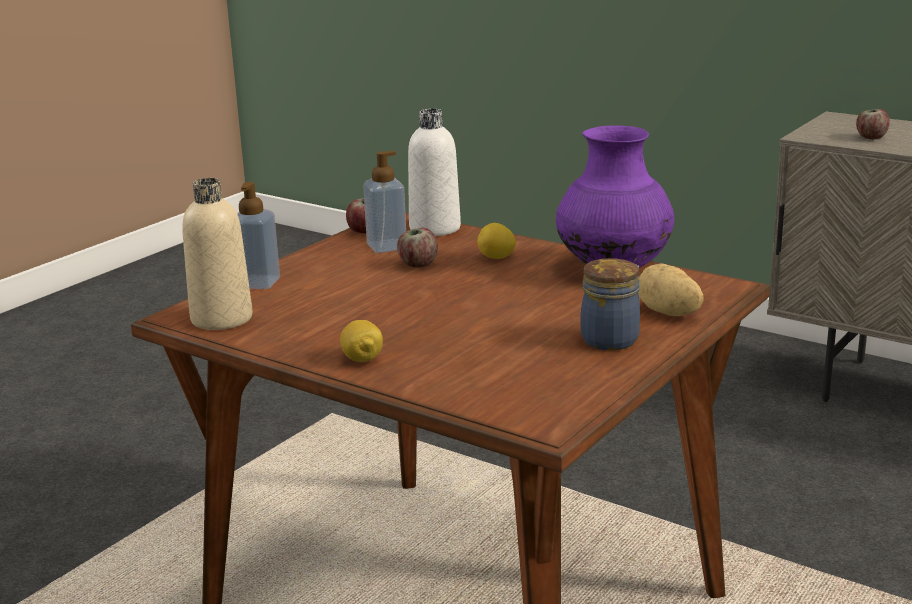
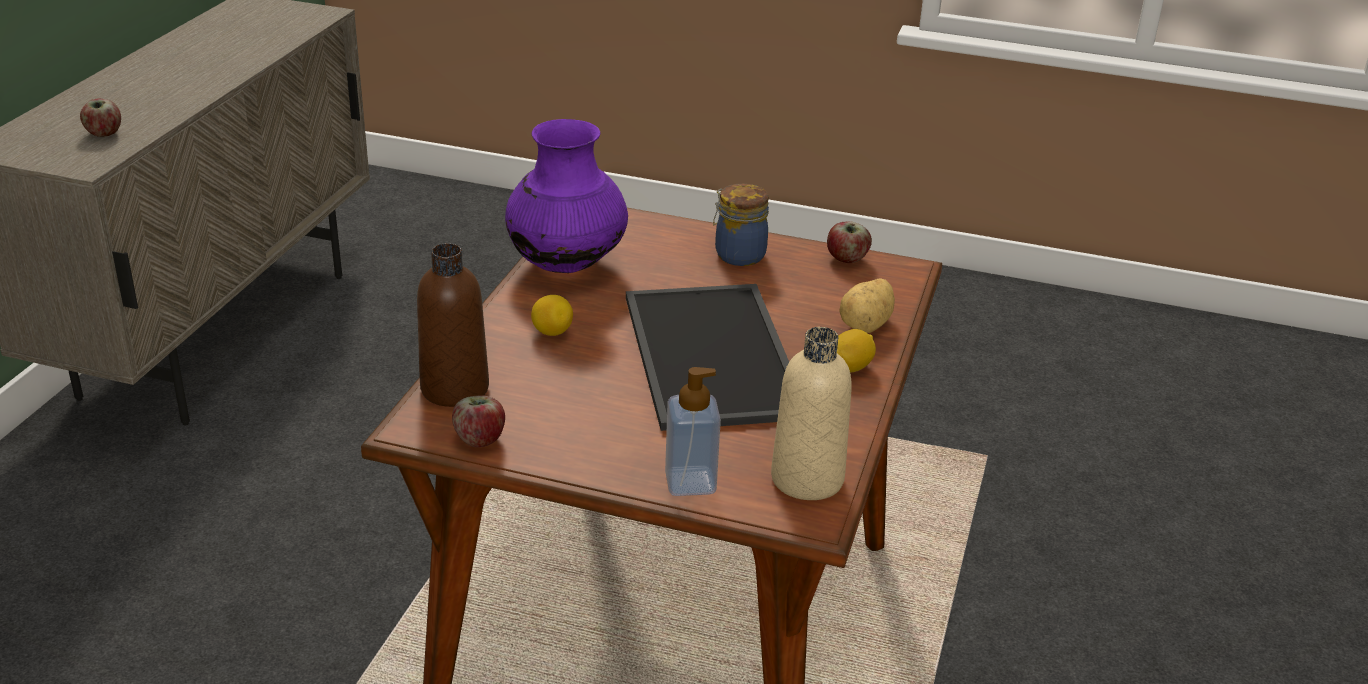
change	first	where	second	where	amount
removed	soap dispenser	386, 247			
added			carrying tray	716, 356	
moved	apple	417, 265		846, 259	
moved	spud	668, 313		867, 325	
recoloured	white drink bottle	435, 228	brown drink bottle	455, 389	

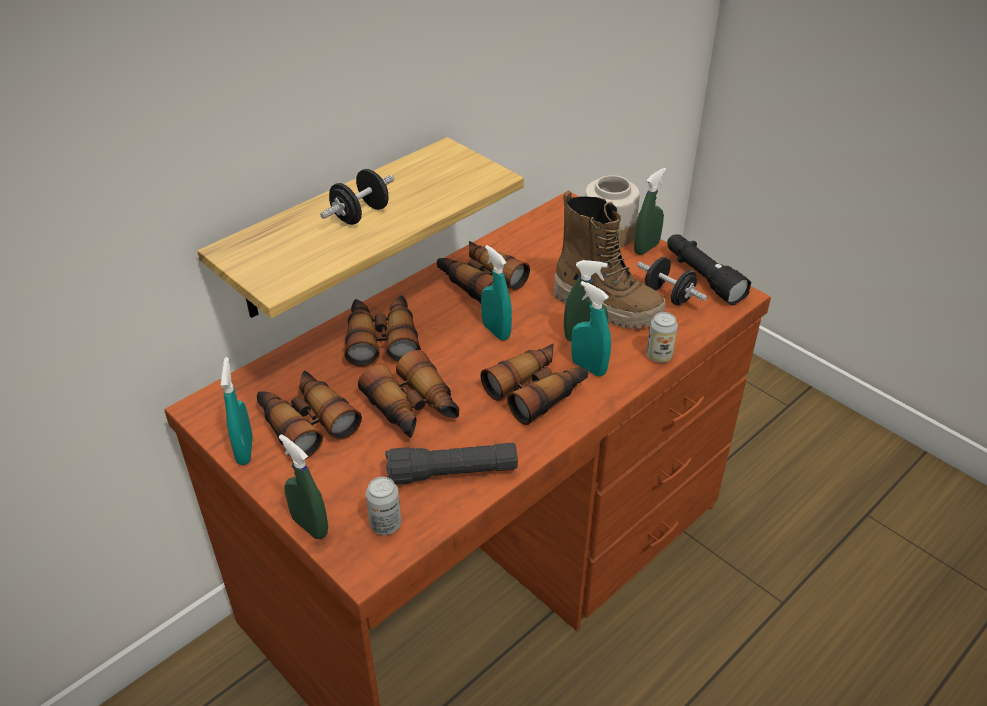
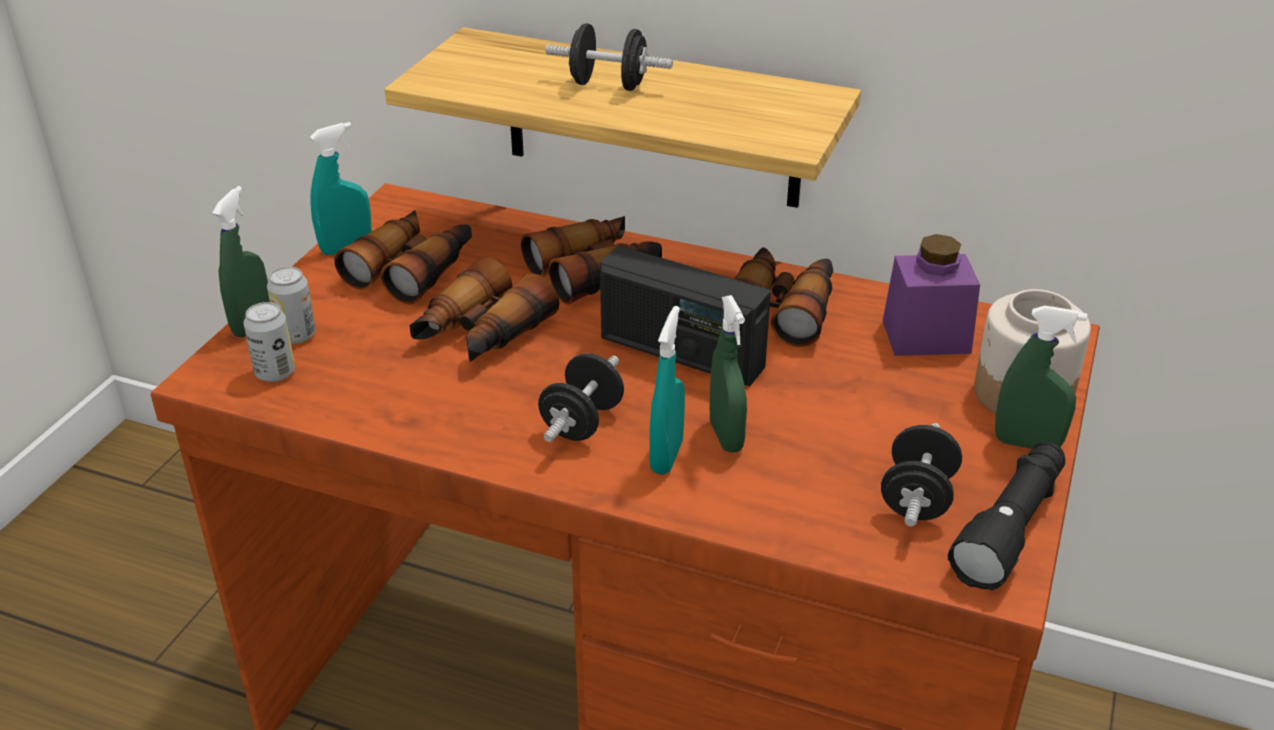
change	first	where	second	where	amount
removed	black torch	452, 473			
removed	high-top boot	607, 307			
added			purple preserve jar	926, 337	
moved	metal can	659, 356		296, 335	
replaced	pair of binoculars	537, 391	black free weight	582, 422	
replaced	turquoise-coloured hand sprayer	496, 331	radio	681, 353	

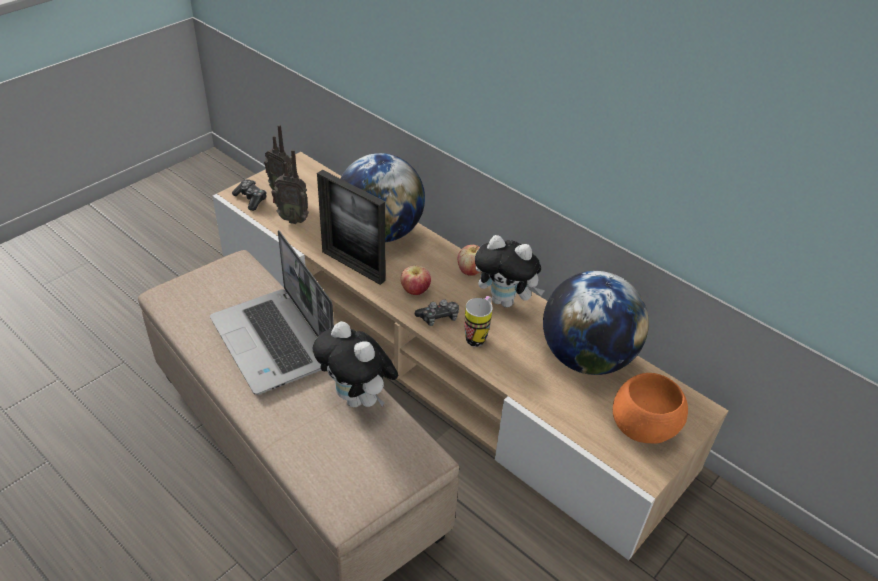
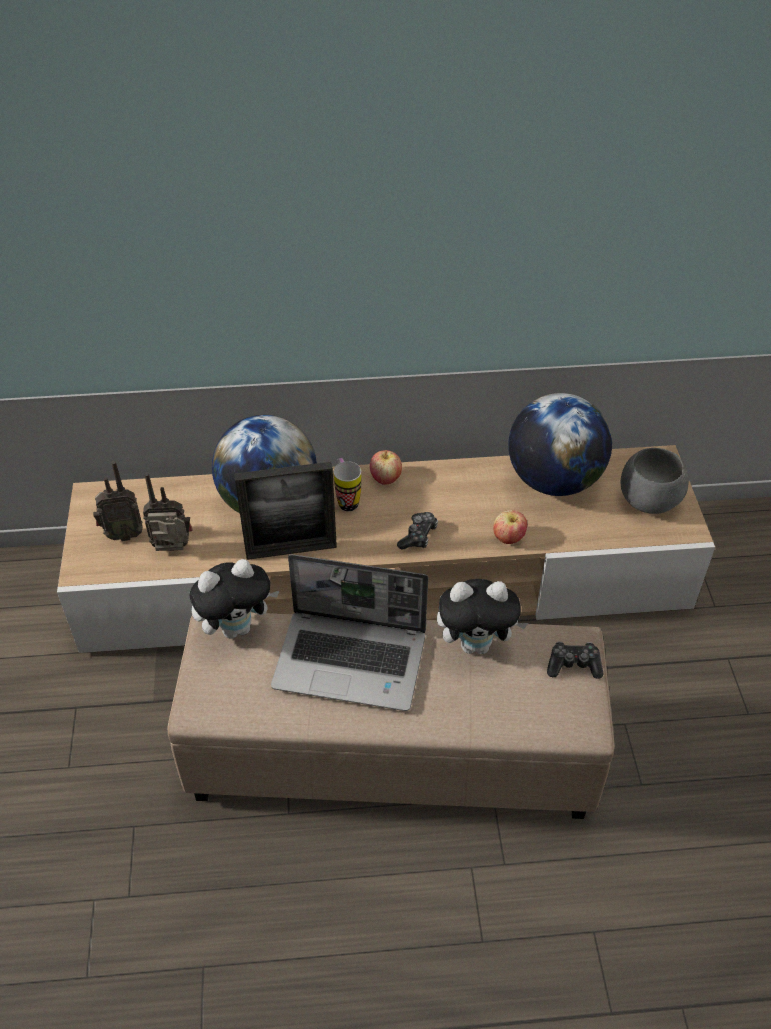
change	first	where	second	where	amount
moved	game controller	251, 199		573, 665	
moved	apple	415, 291		508, 538	
moved	mug	478, 335		346, 499	
moved	cuddly toy	505, 301		237, 627	
recoloured	orangey bowl	643, 428	grey bowl	650, 501	
turned	radio	293, 219		173, 551	150 degrees counterclockwise

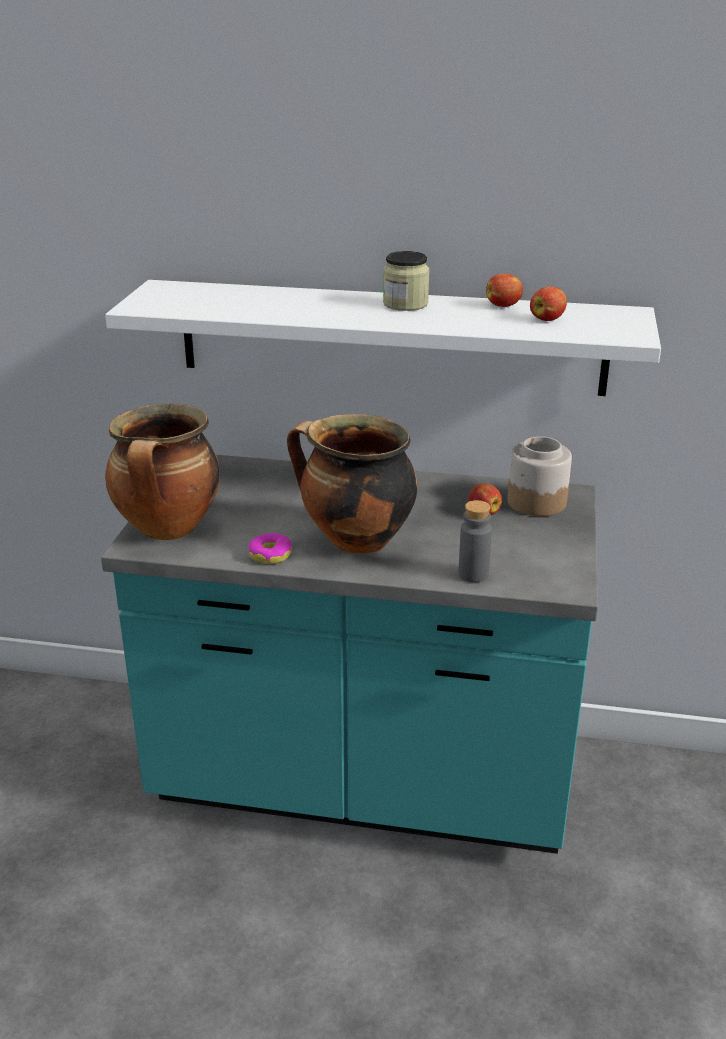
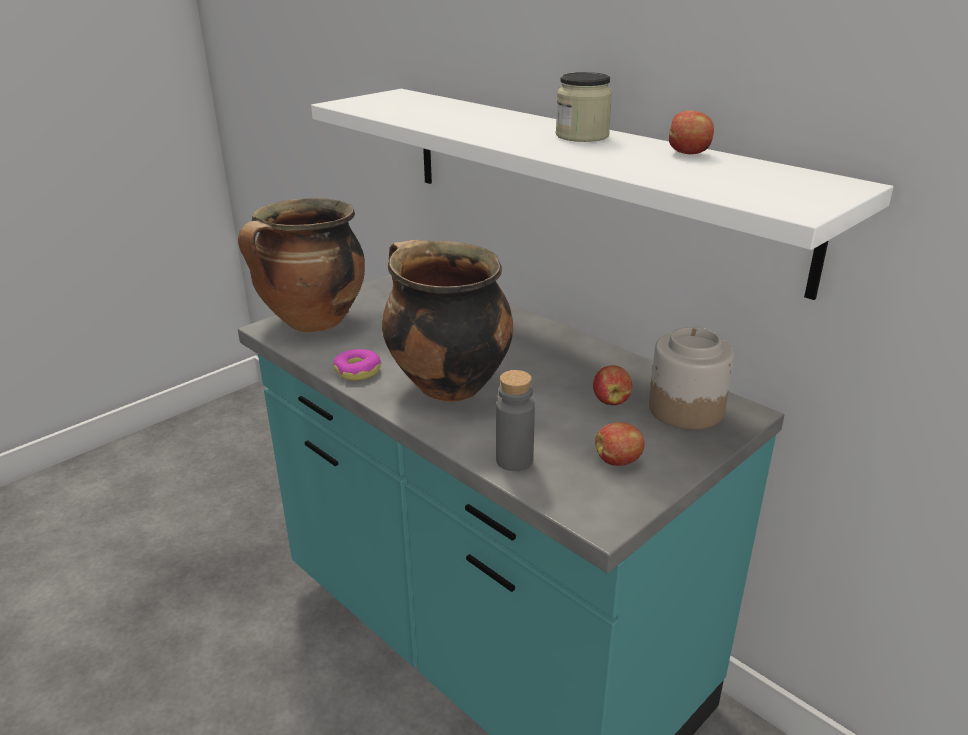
change	first	where	second	where	amount
moved	apple	547, 319		618, 461	

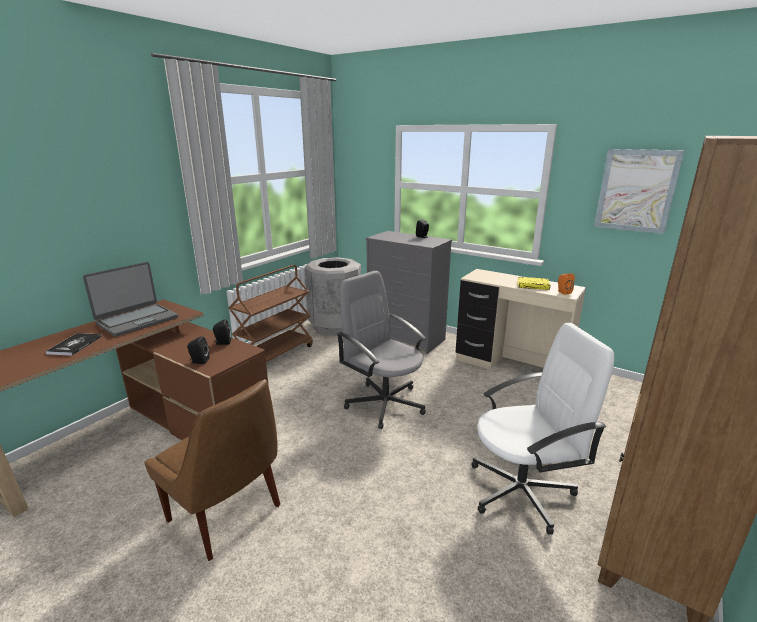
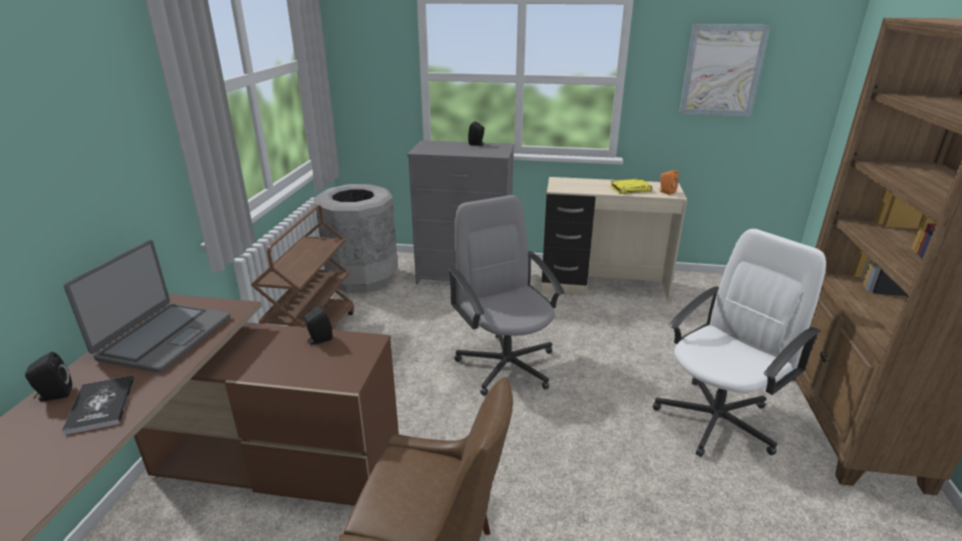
change	first	where	second	where	amount
moved	black audio speaker	199, 361		54, 395	
turned	grey computer chair	384, 403		506, 364	45 degrees clockwise

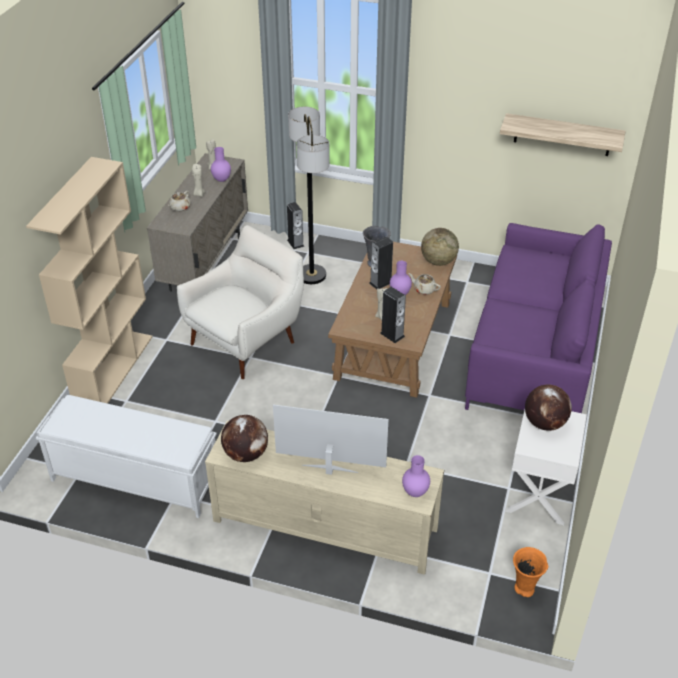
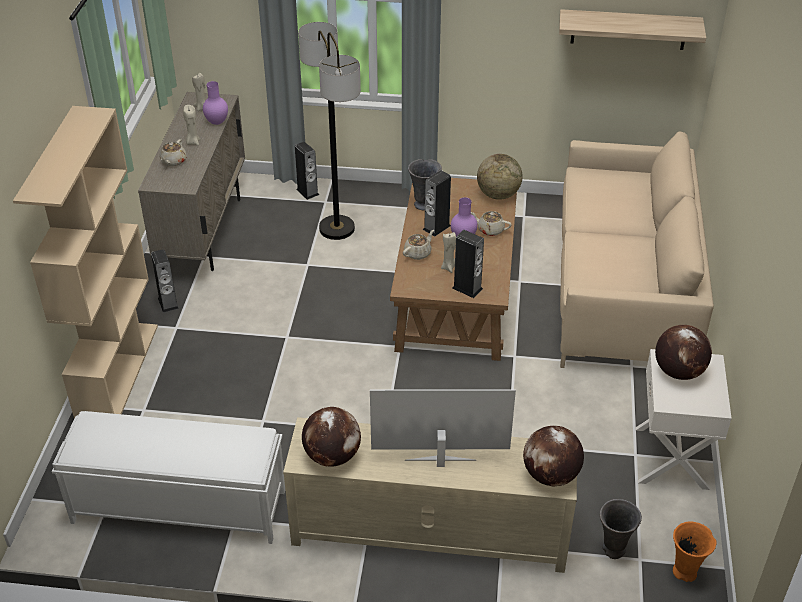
change	first	where	second	where	amount
removed	white armchair	246, 341			
added			audio speaker	168, 303	
added			beige pot for tea	418, 253	
added			grey decorative vase	613, 550	
replaced	purple decorative vase	415, 493	world globe	550, 475	
recoloured	purple couch	534, 351	beige couch	622, 289	

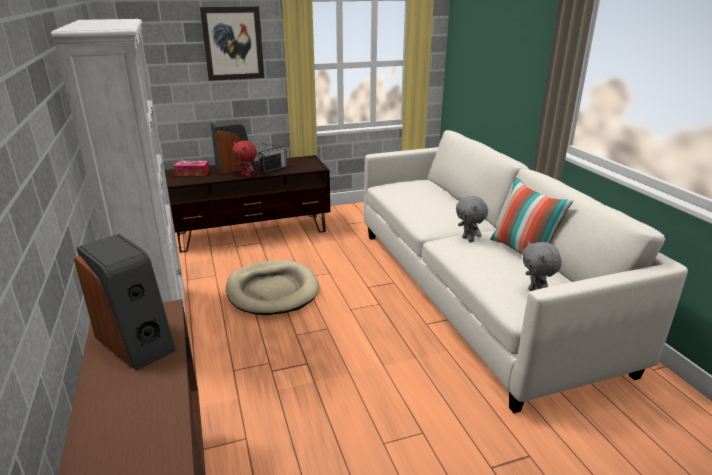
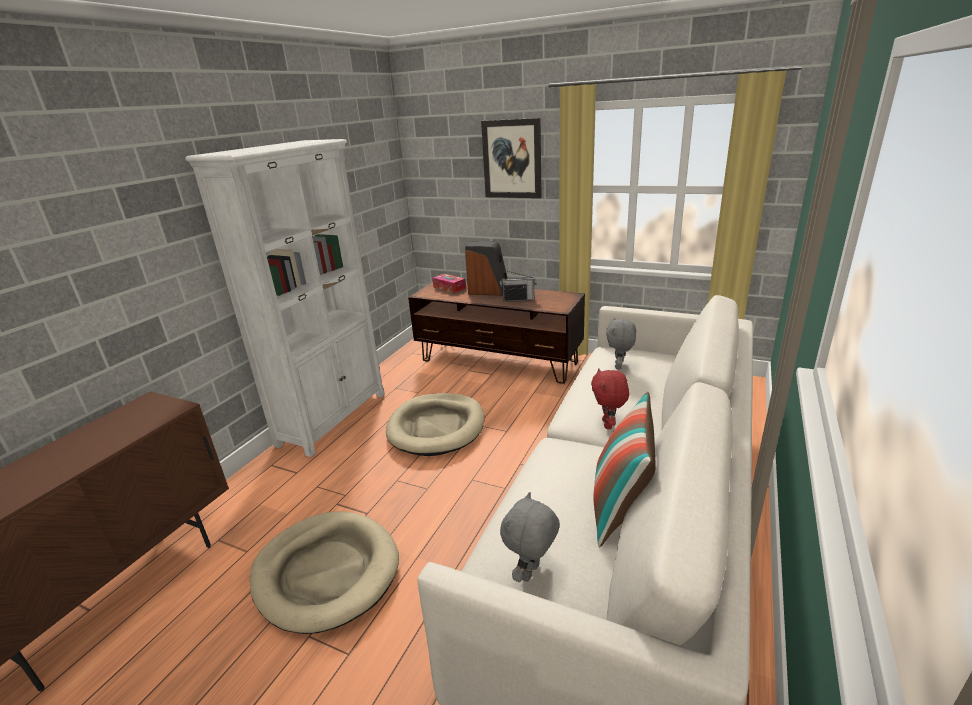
change	first	where	second	where	amount
removed	audio speaker	136, 342			
added			beige dog bed	326, 572	
moved	red cuddly toy	247, 175		608, 424	
moved	grey cuddly toy	469, 239		619, 366	

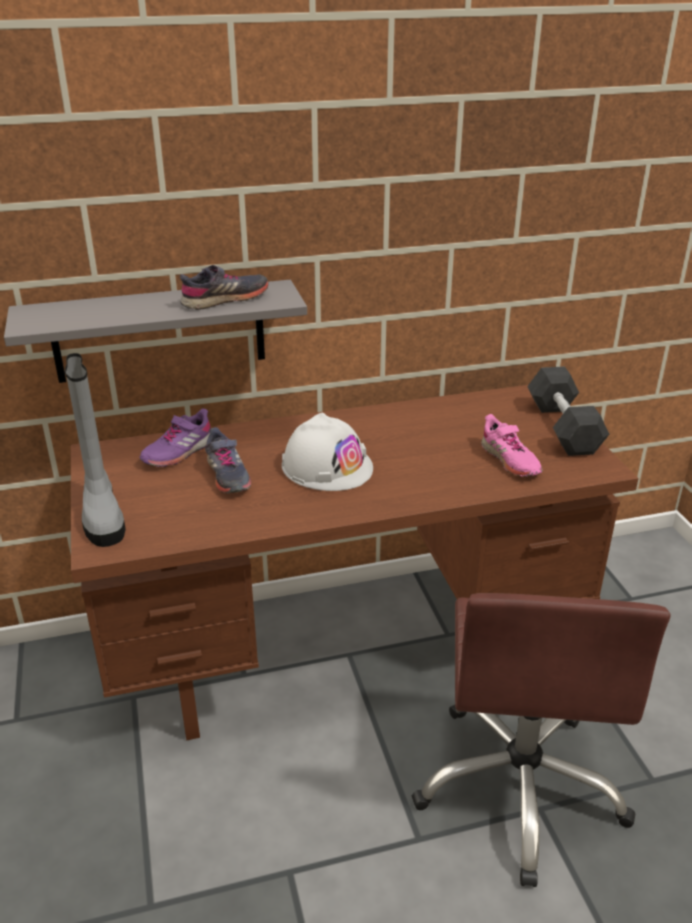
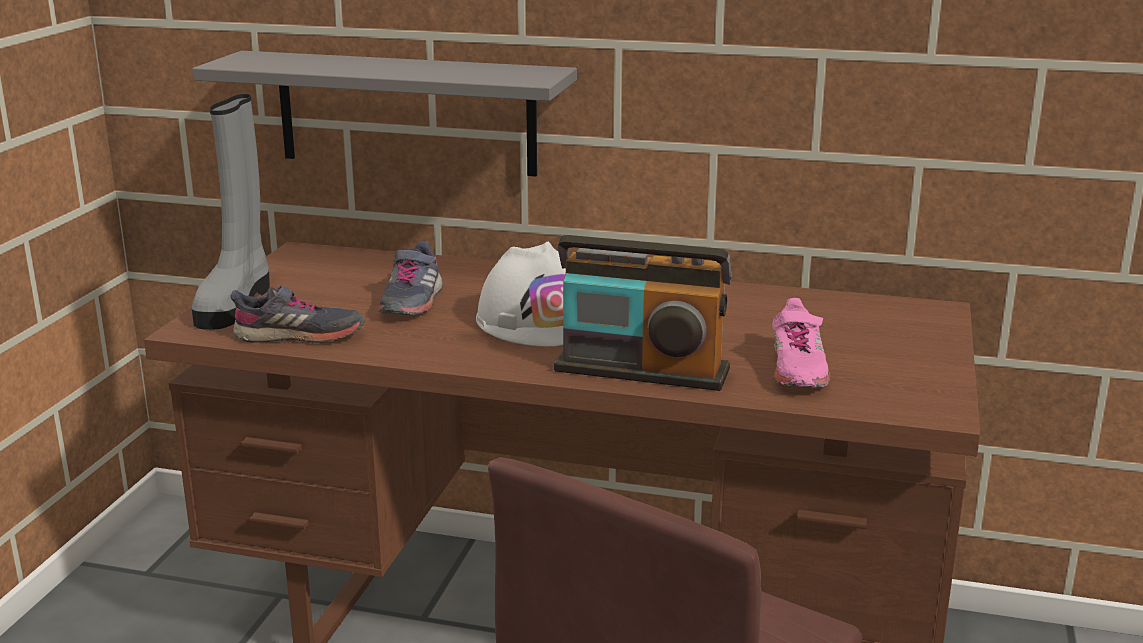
change	first	where	second	where	amount
removed	purple item of footwear	178, 452			
removed	grey free weight	563, 428			
added			radio	641, 370	
moved	grey item of footwear	225, 299		299, 336	

